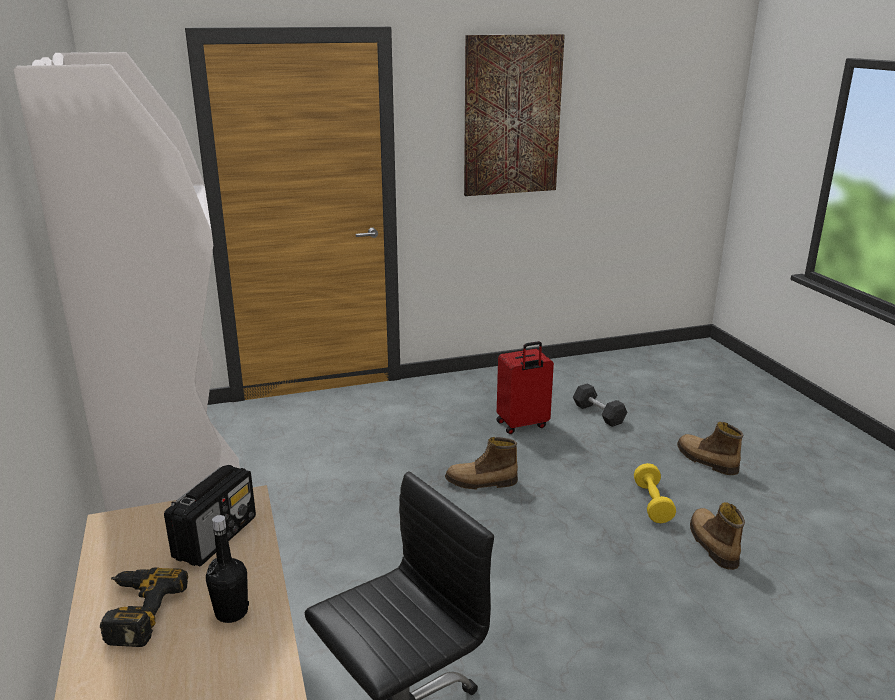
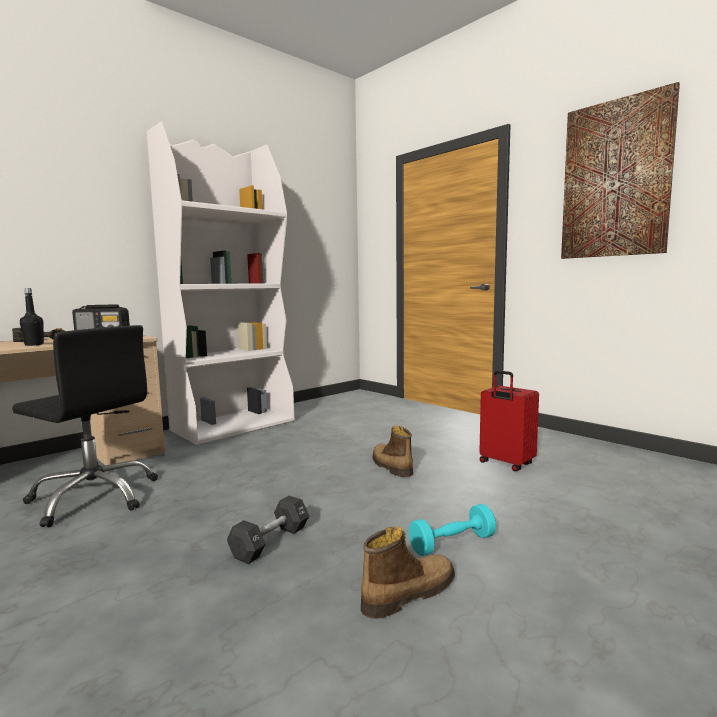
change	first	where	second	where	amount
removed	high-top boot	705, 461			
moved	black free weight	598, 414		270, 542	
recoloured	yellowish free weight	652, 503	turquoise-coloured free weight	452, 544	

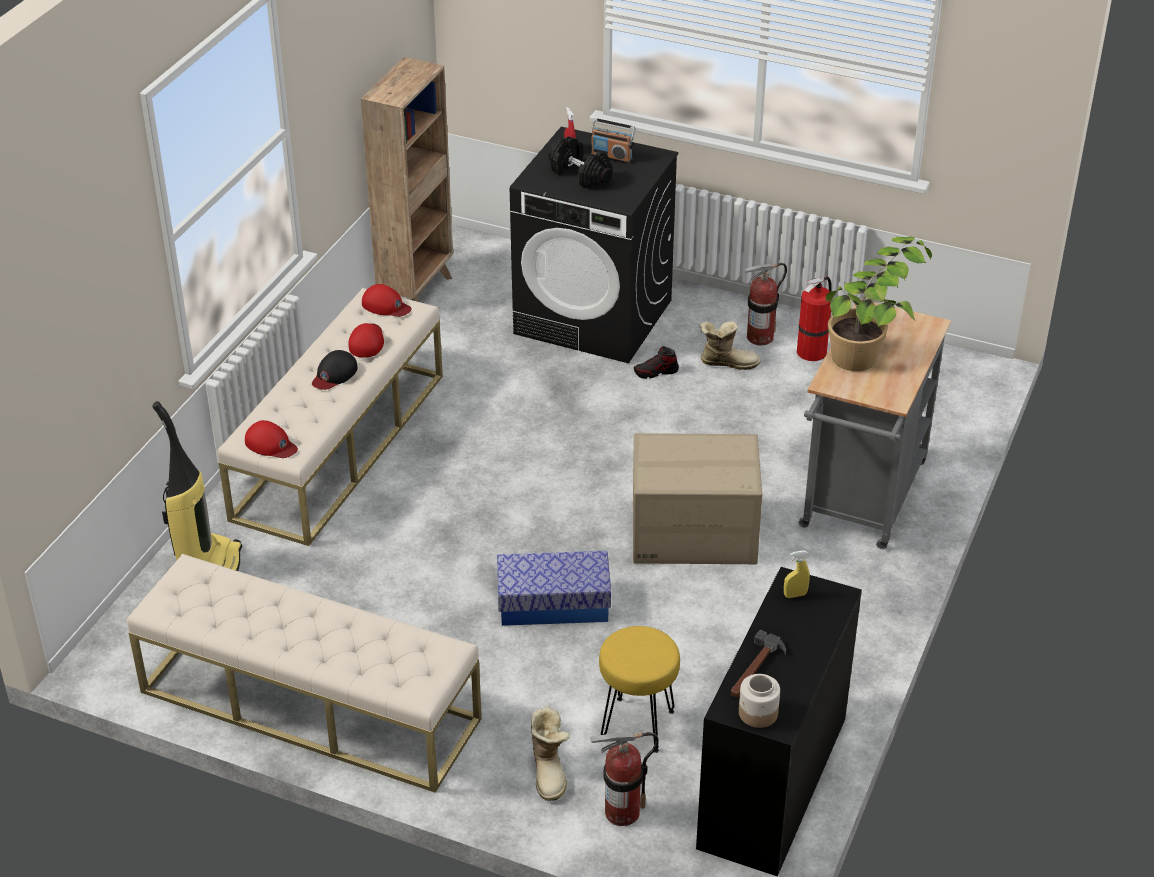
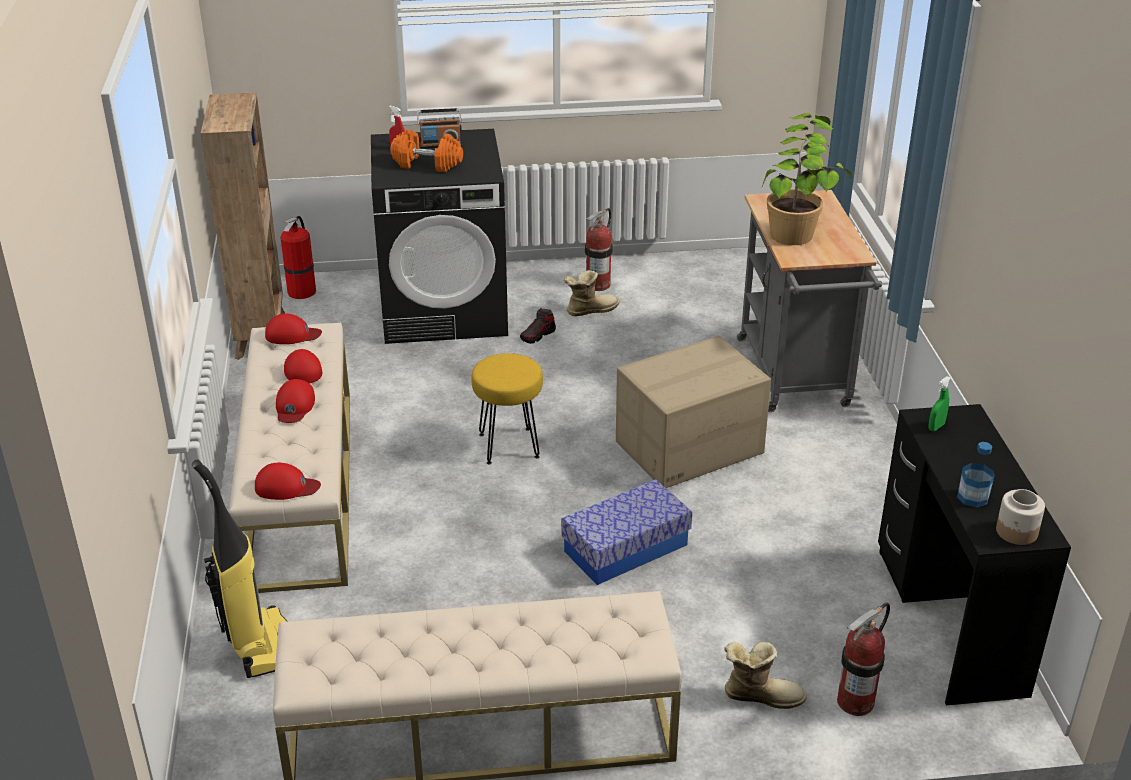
change	first	where	second	where	amount
moved	yellowish stool	637, 724		508, 445	
moved	extinguisher	812, 351		302, 291	
replaced	hammer	755, 669	drink bottle	973, 497	
recoloured	black peaked cap	334, 374	red peaked cap	294, 406	
recoloured	black free weight	581, 175	orangey free weight	427, 164	
recoloured	yellowish hand sprayer	795, 595	green hand sprayer	936, 427	
turned	high-top boot	550, 772		761, 695	45 degrees counterclockwise

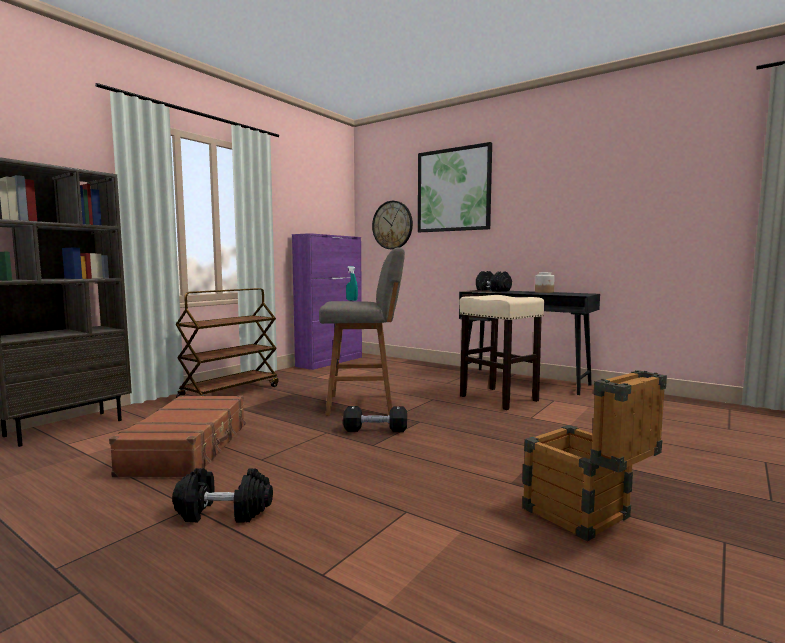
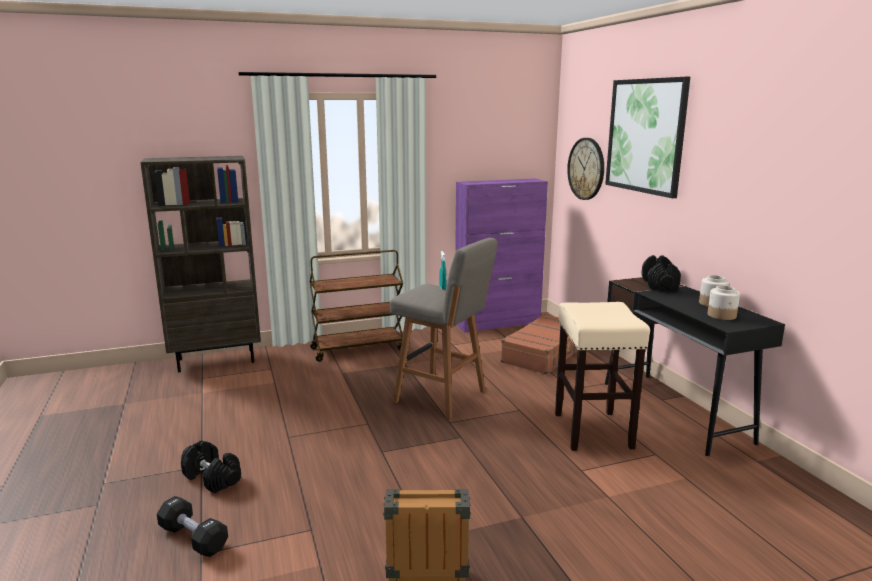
change	first	where	second	where	amount
added			preserve jar	722, 315	
moved	brown travel case	189, 448		545, 353	
moved	black free weight	375, 430		193, 538	

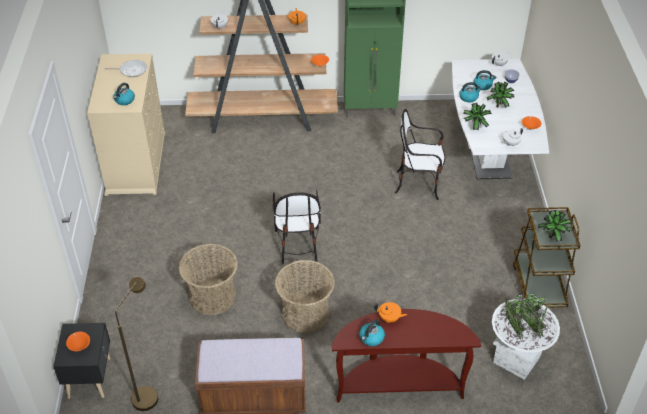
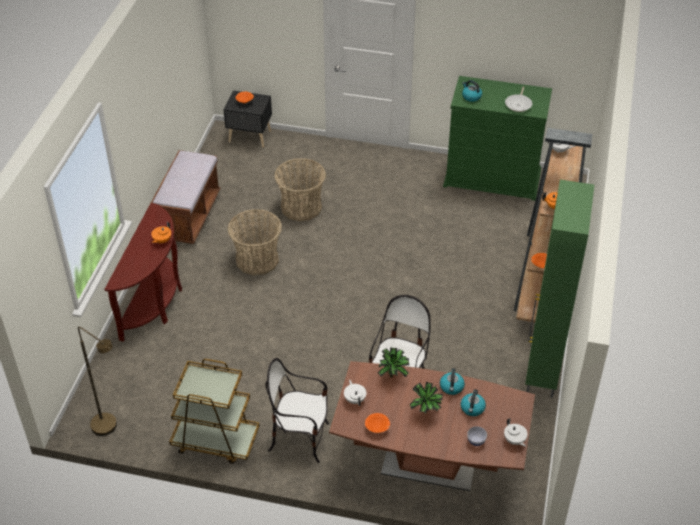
change	first	where	second	where	amount
removed	kettle	371, 338			
removed	white planter	517, 359			
removed	houseplant	553, 237			
moved	brown standard lamp	148, 393		109, 428	
moved	upright chair	297, 245		299, 439	
recoloured	beige chest of drawers	136, 162	green chest of drawers	492, 178	
recoloured	white dining table	488, 155	brown dining table	429, 464	

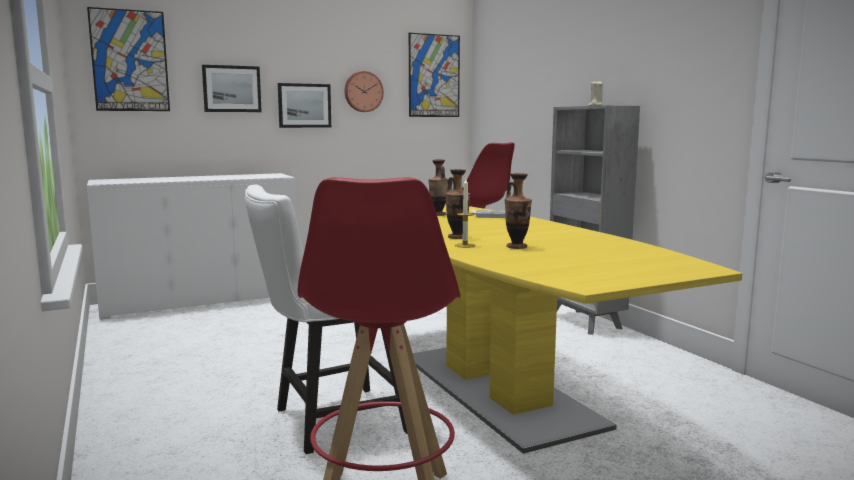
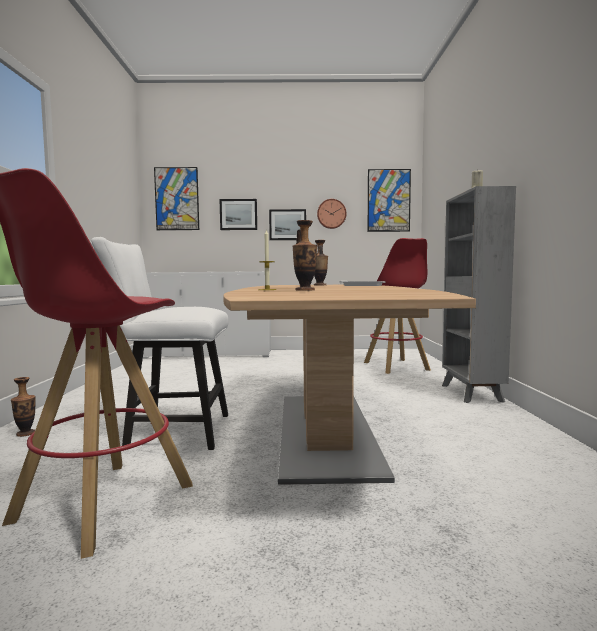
change	first	where	second	where	amount
moved	decorative vase	457, 237		25, 433	
recoloured	yellowish dining table	496, 388	brown dining table	325, 430	

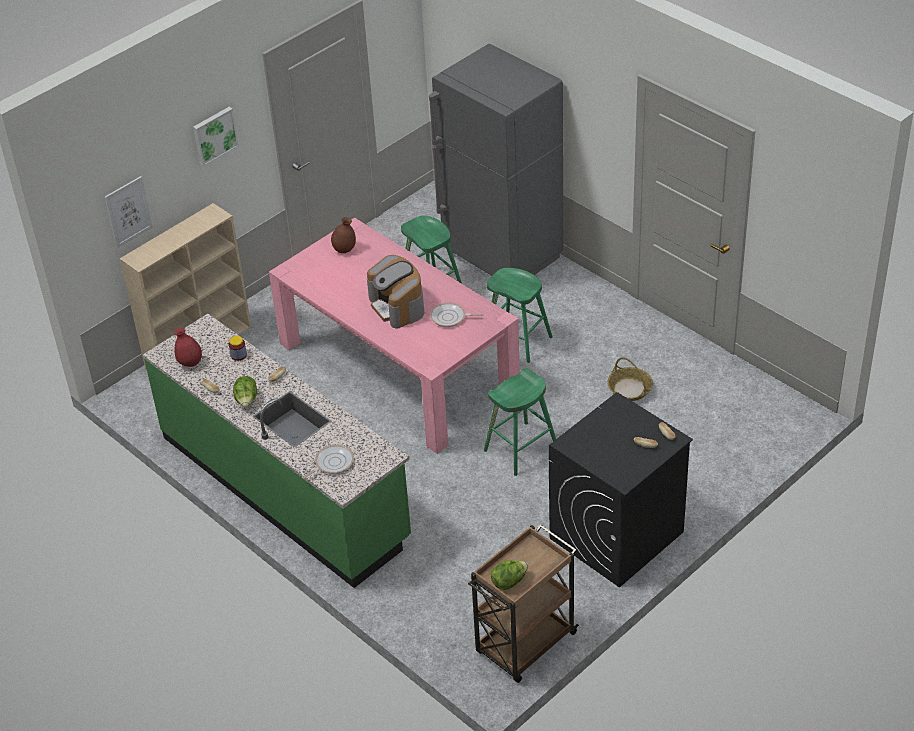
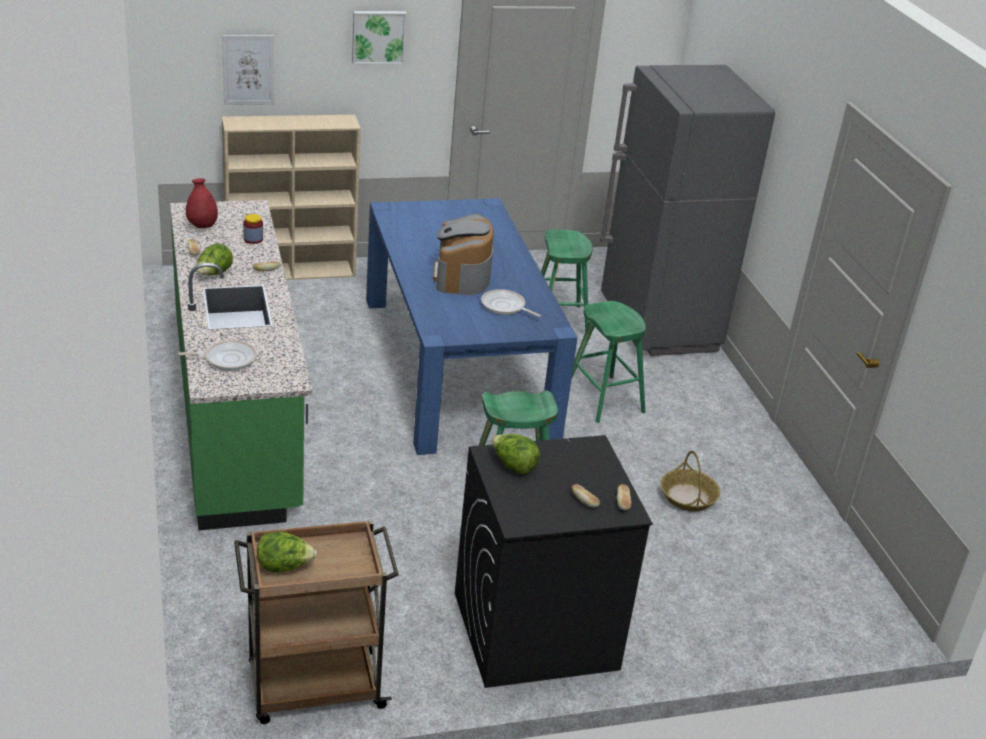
change	first	where	second	where	amount
removed	brown decorative vase	344, 249			
added			lettuce head	513, 466	
recoloured	pink dining table	397, 367	bluish dining table	457, 366	

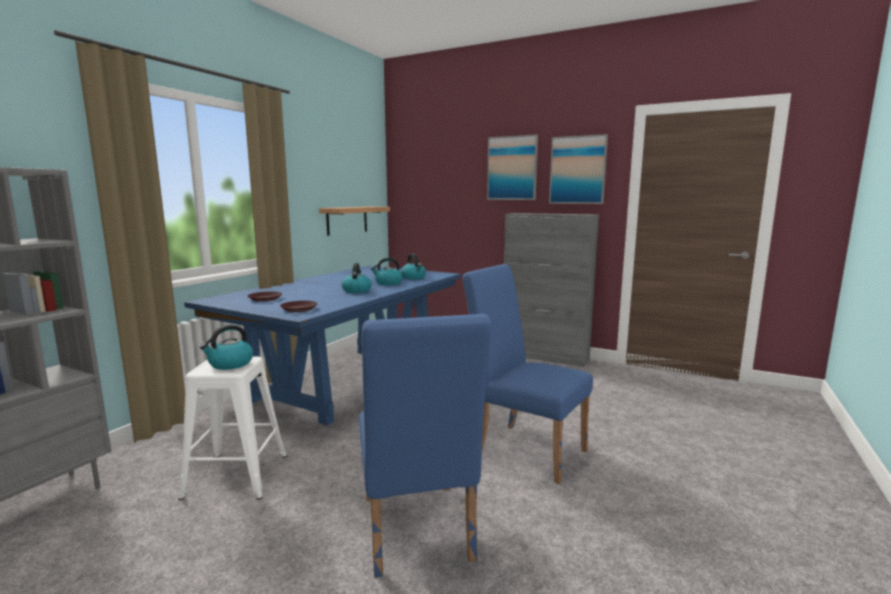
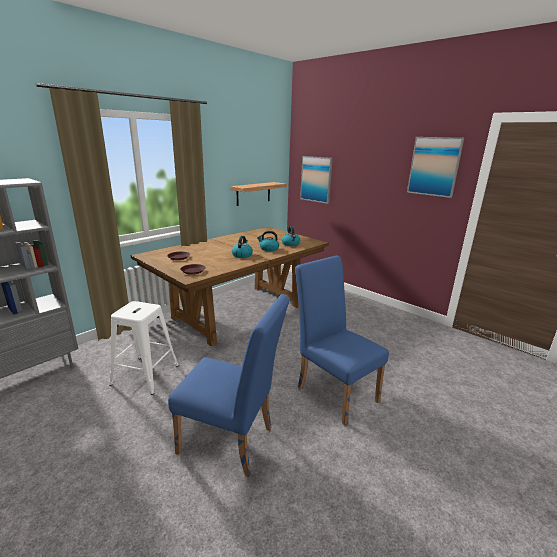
change	first	where	second	where	amount
removed	kettle	230, 364			
removed	grey storage cabinet	545, 356			
moved	wall picture	512, 168		316, 179	
recoloured	bluish dining table	348, 380	brown dining table	239, 311	
turned	bluish upright chair	417, 534		232, 442	75 degrees counterclockwise

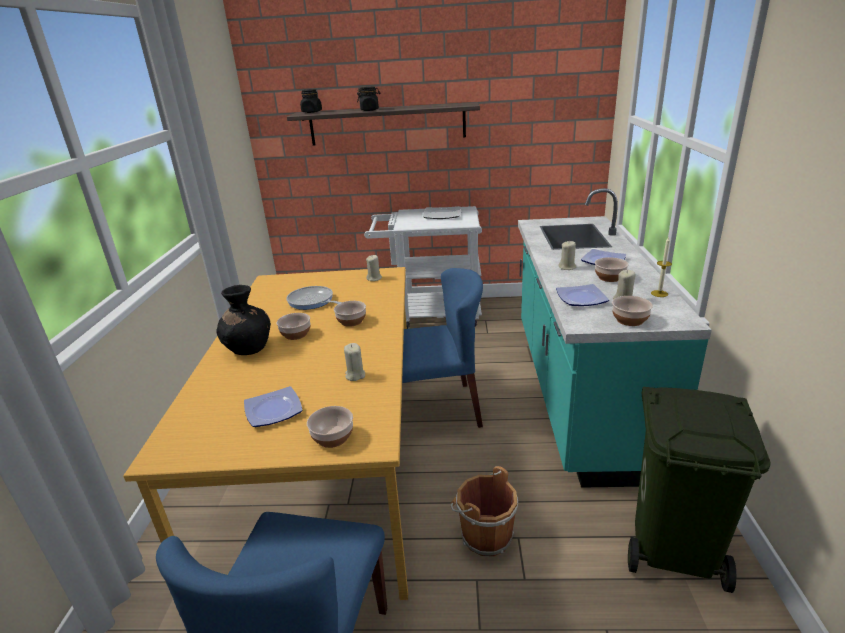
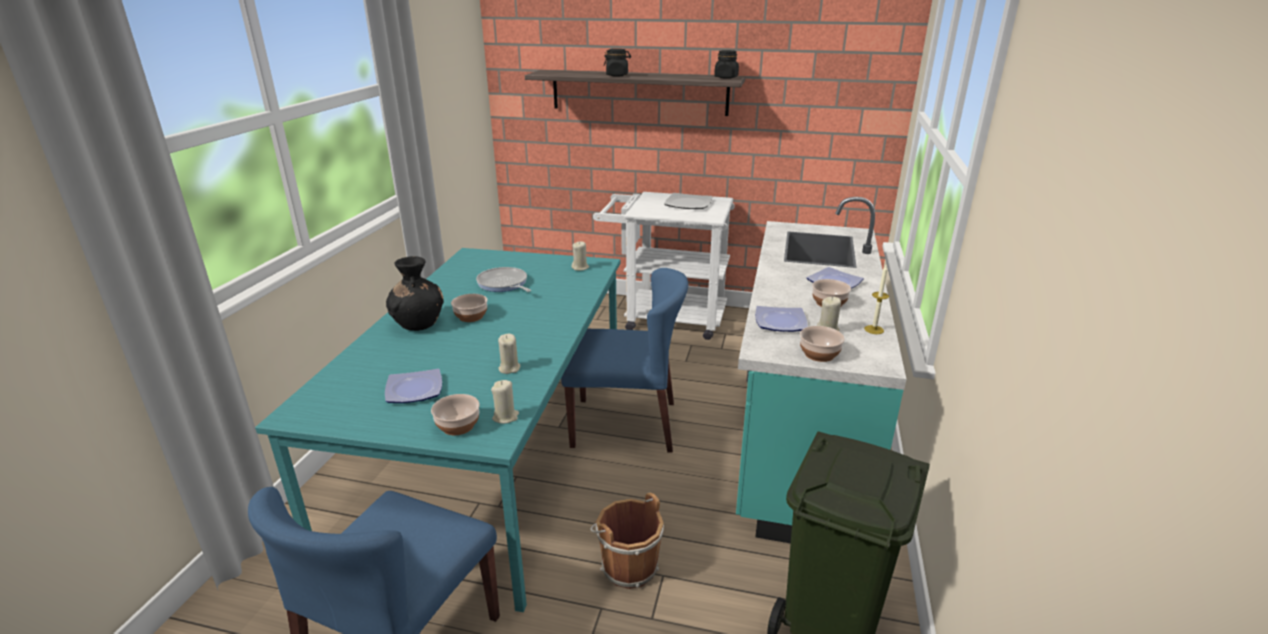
change	first	where	second	where	amount
removed	bowl	351, 321			
moved	black preserve jar	312, 112		726, 77	
moved	beige candle	567, 267		505, 417	
recoloured	orangey dining table	329, 459	turquoise-coloured dining table	496, 457	

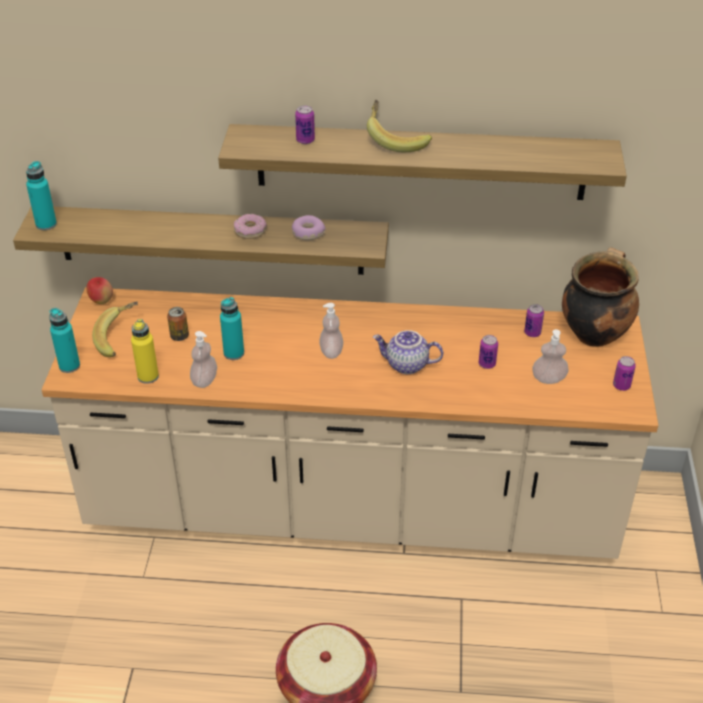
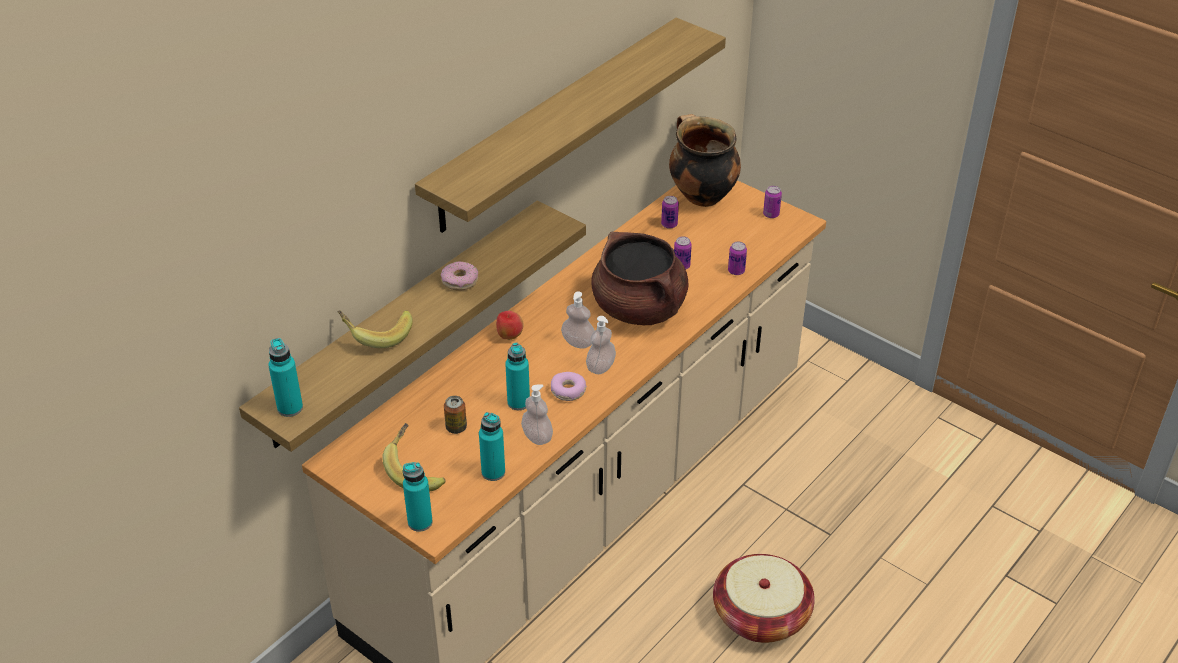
change	first	where	second	where	amount
moved	apple	101, 301		509, 336	
moved	ring doughnut	308, 233		568, 391	
moved	metal can	305, 140		736, 271	
moved	banana fruit	396, 140		376, 334	
moved	soap dispenser	548, 379		600, 367	
replaced	pot for tea	406, 365	brown saucepot	639, 309	
recoloured	yellowish drink bottle	148, 376	turquoise-coloured drink bottle	493, 472	

